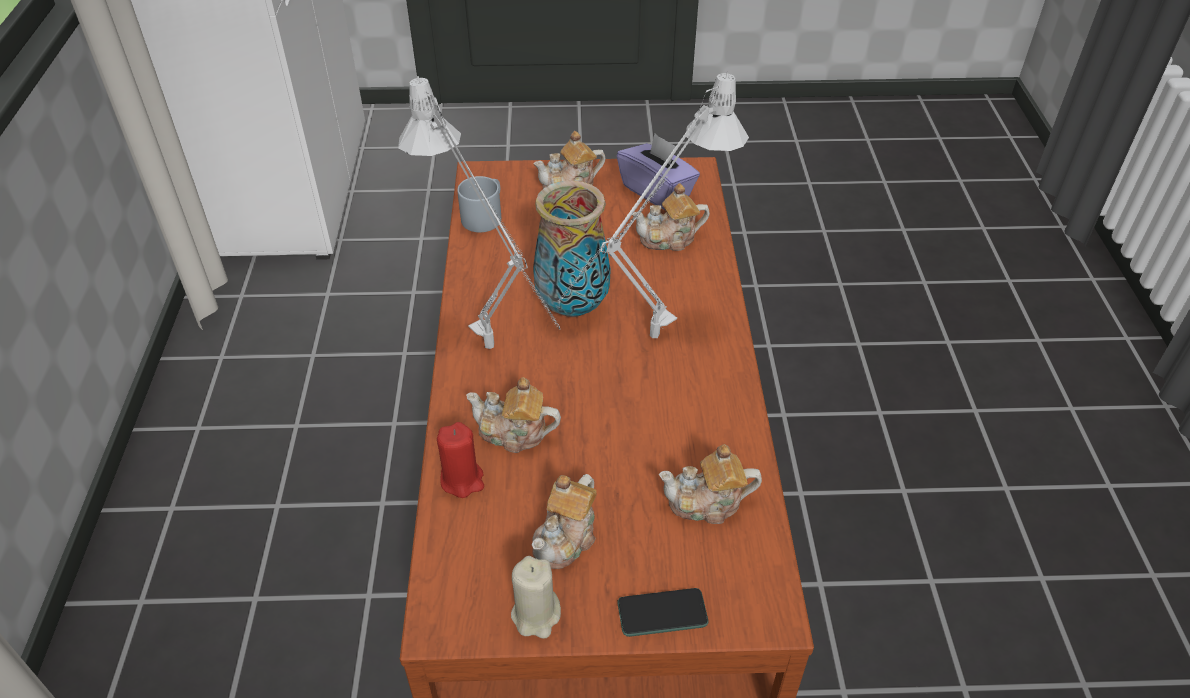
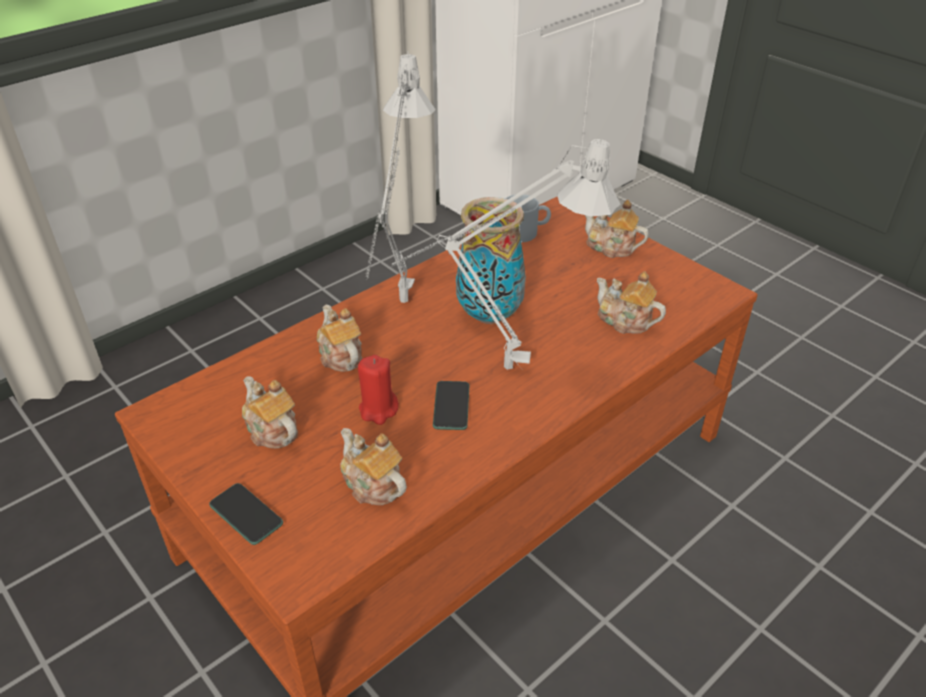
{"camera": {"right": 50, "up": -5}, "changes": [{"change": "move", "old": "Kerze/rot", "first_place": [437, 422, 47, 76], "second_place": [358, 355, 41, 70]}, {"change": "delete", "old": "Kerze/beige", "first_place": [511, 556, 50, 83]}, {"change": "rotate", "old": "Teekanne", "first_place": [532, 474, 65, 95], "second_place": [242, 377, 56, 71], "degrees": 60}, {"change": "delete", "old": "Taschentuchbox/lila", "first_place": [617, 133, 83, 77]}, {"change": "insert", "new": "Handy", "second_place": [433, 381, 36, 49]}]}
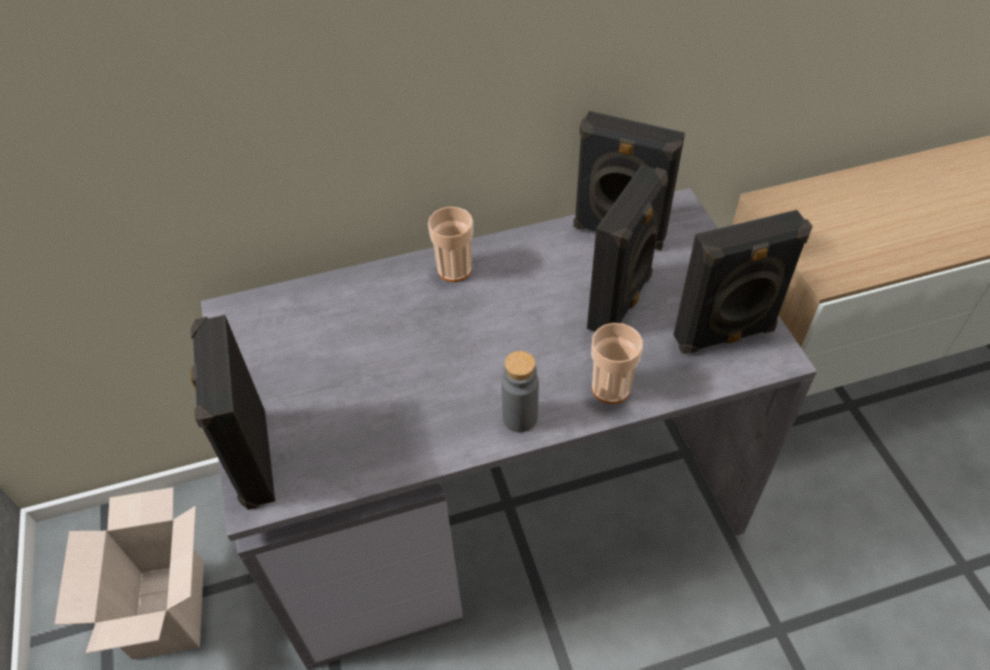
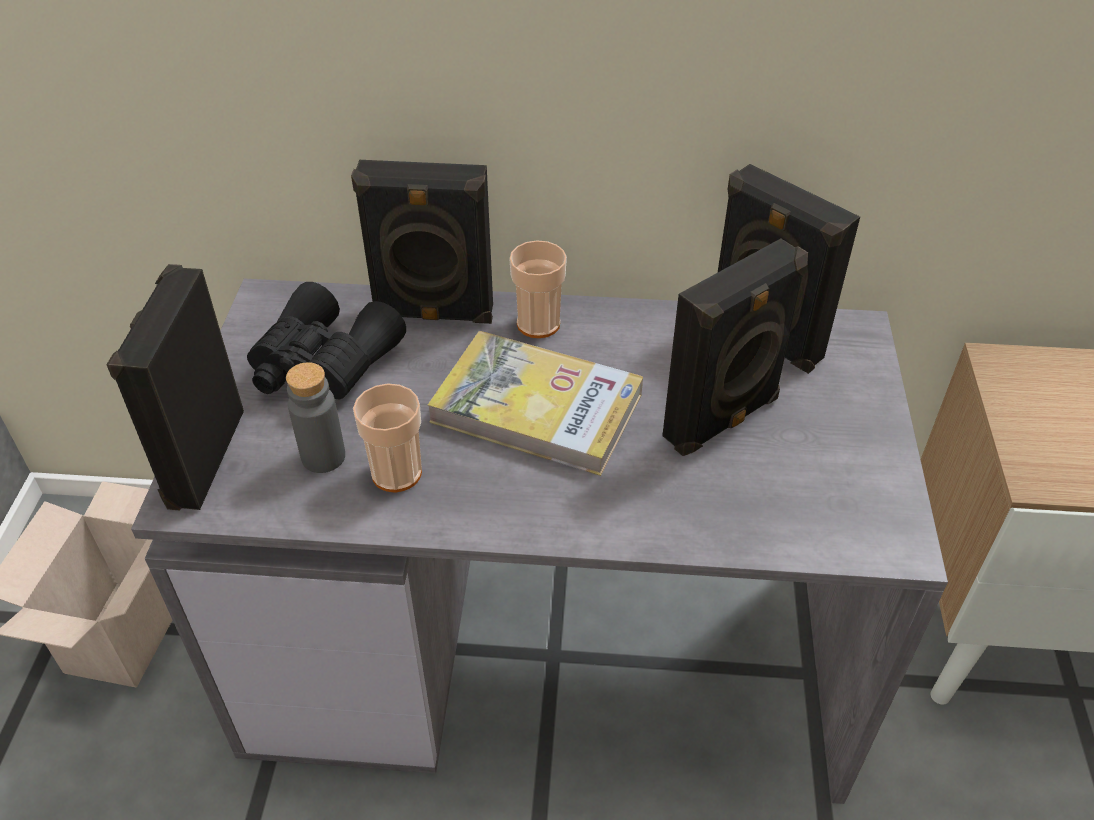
{"camera": {"right": 20, "up": -5}, "changes": [{"change": "move", "old": "Flasche/grau", "first_place": [501, 351, 38, 81], "second_place": [286, 362, 59, 111]}, {"change": "move", "old": "Tasse", "first_place": [591, 323, 52, 81], "second_place": [353, 383, 69, 110]}, {"change": "move", "old": "Lautsprecher/schwarz", "first_place": [673, 210, 140, 144], "second_place": [351, 160, 142, 164]}, {"change": "insert", "new": "Fernglas/schwarz", "second_place": [247, 282, 159, 117]}, {"change": "insert", "new": "Buch", "second_place": [427, 331, 216, 145]}]}
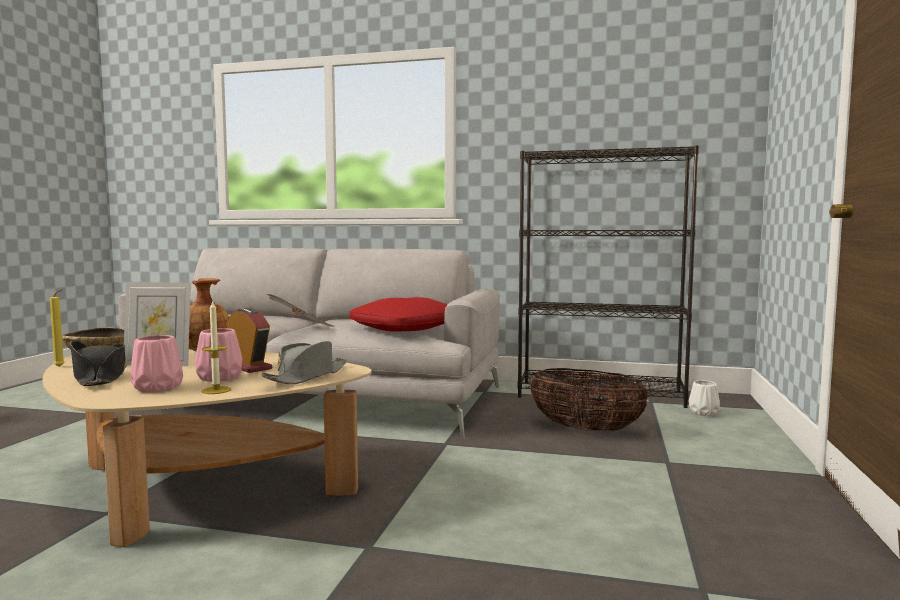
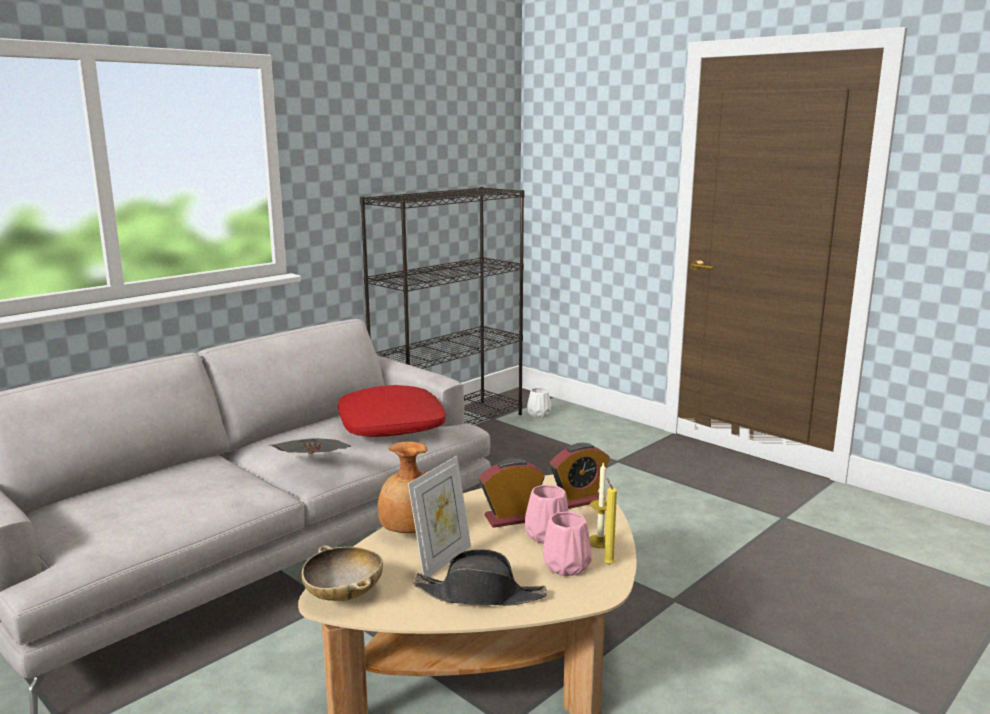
{"camera": {"right": -60, "up": 10}, "changes": [{"change": "move", "old": "Kerze/gelb", "first_place": [50, 289, 15, 78], "second_place": [603, 477, 14, 88]}, {"change": "replace", "old": "Hut/grau", "new": "Wecker", "first_place": [261, 341, 86, 43], "second_place": [550, 443, 60, 66]}, {"change": "delete", "old": "Korb", "first_place": [530, 368, 119, 63]}]}
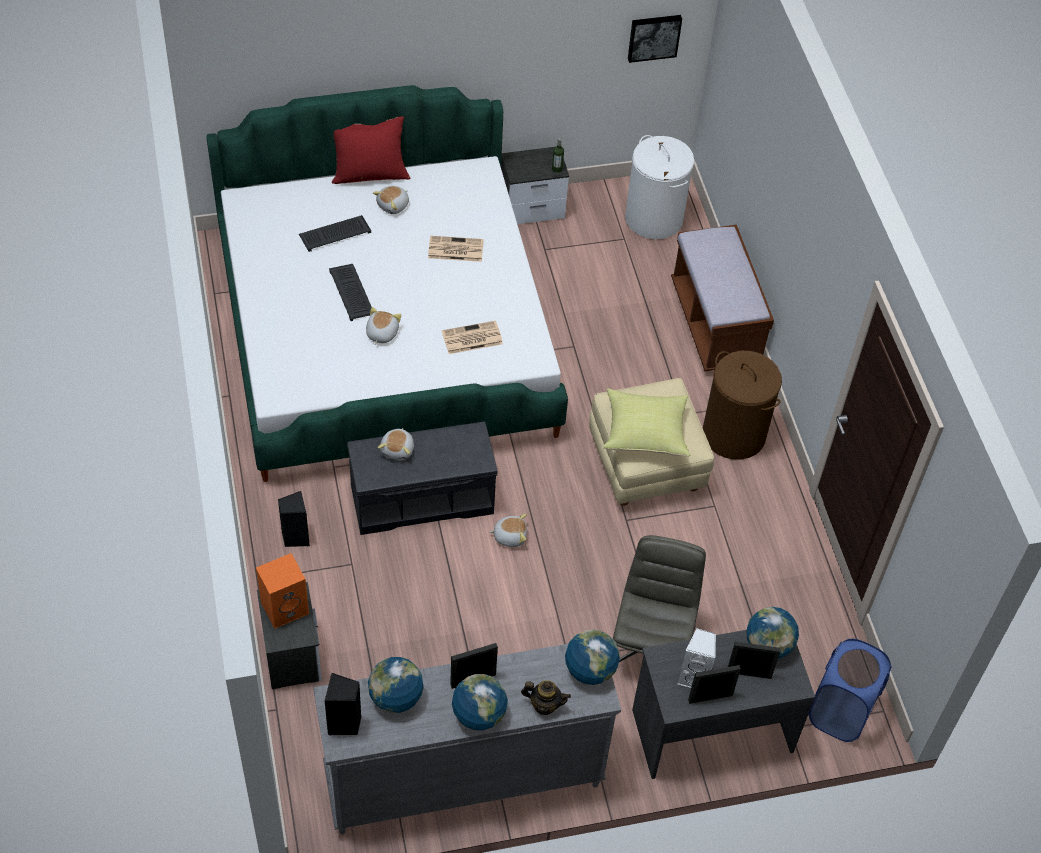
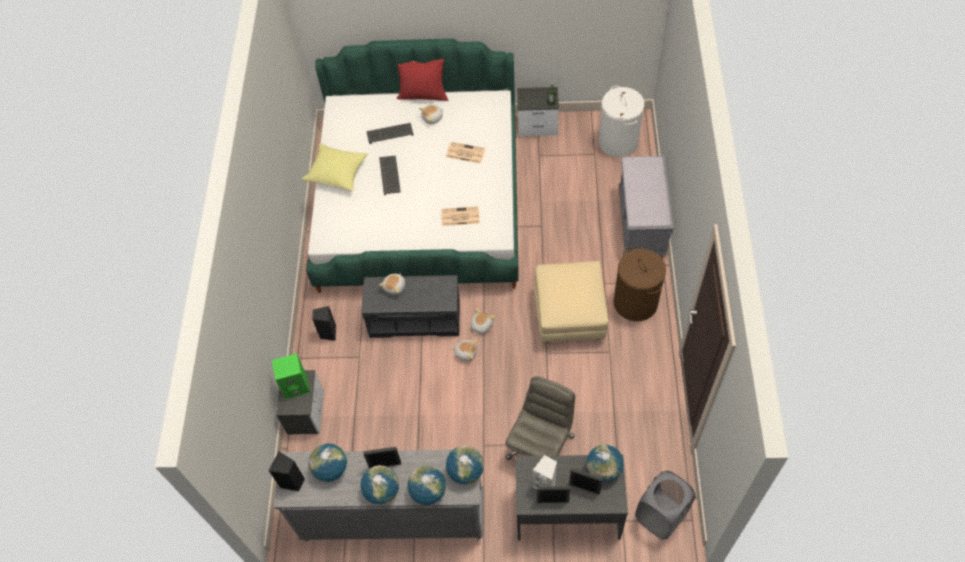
{"camera": {"right": 20, "up": 5}, "changes": [{"change": "recolor", "old": "Lautsprecher/orange", "new": "Lautsprecher/grün", "first_place": [256, 553, 53, 76], "second_place": [272, 354, 38, 45]}, {"change": "move", "old": "Plüschtier", "first_place": [366, 307, 35, 38], "second_place": [471, 308, 24, 27]}, {"change": "replace", "old": "Teekanne", "new": "Globus", "first_place": [521, 680, 50, 35], "second_place": [408, 466, 38, 39]}, {"change": "move", "old": "Kissen/gelb", "first_place": [603, 388, 87, 68], "second_place": [302, 143, 66, 48]}, {"change": "delete", "old": "Bild", "first_place": [628, 15, 54, 48]}, {"change": "recolor", "old": "Bank/braun", "new": "Bank/grau", "first_place": [671, 225, 103, 146], "second_place": [619, 156, 54, 99]}, {"change": "recolor", "old": "Wäschekorb/blau", "new": "Wäschekorb/grau", "first_place": [808, 639, 84, 103], "second_place": [635, 471, 60, 68]}]}
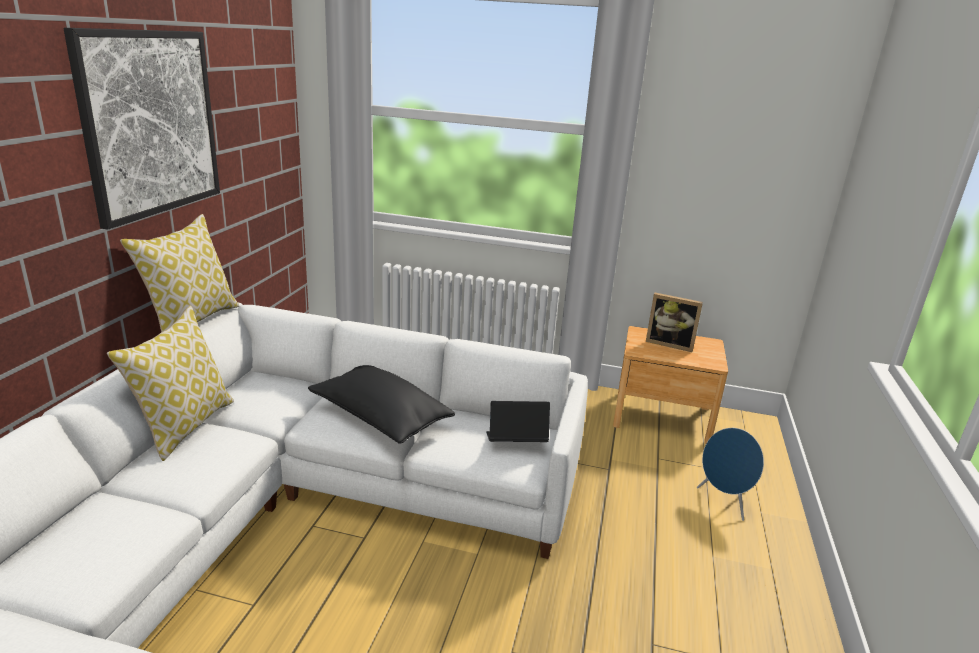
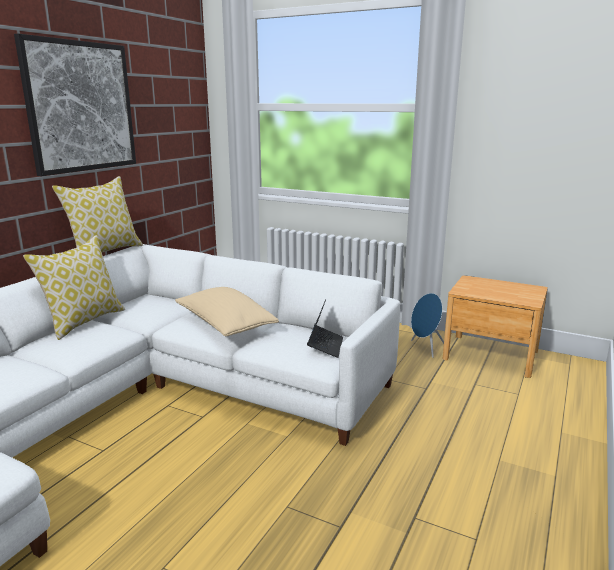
{"camera": {"right": 15, "up": -5}, "changes": [{"change": "recolor", "old": "Kissen/schwarz", "new": "Kissen/beige", "first_place": [308, 365, 147, 79], "second_place": [175, 287, 104, 49]}, {"change": "rotate", "old": "Laptop", "first_place": [486, 401, 64, 41], "second_place": [307, 299, 36, 59], "degrees": 90}, {"change": "delete", "old": "Bilderrahmen", "first_place": [646, 293, 57, 59]}, {"change": "move", "old": "Lautsprecher/blau", "first_place": [697, 428, 67, 93], "second_place": [411, 293, 33, 65]}]}
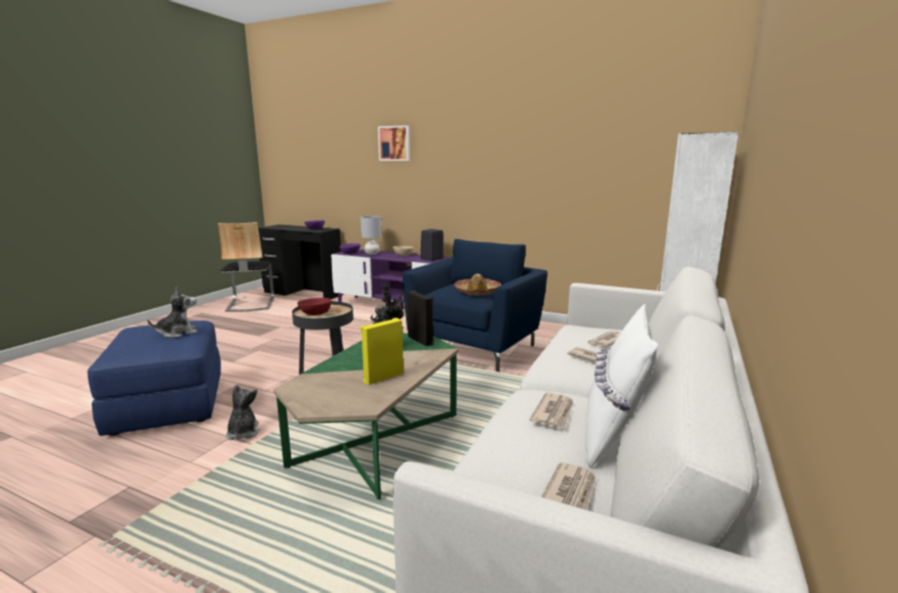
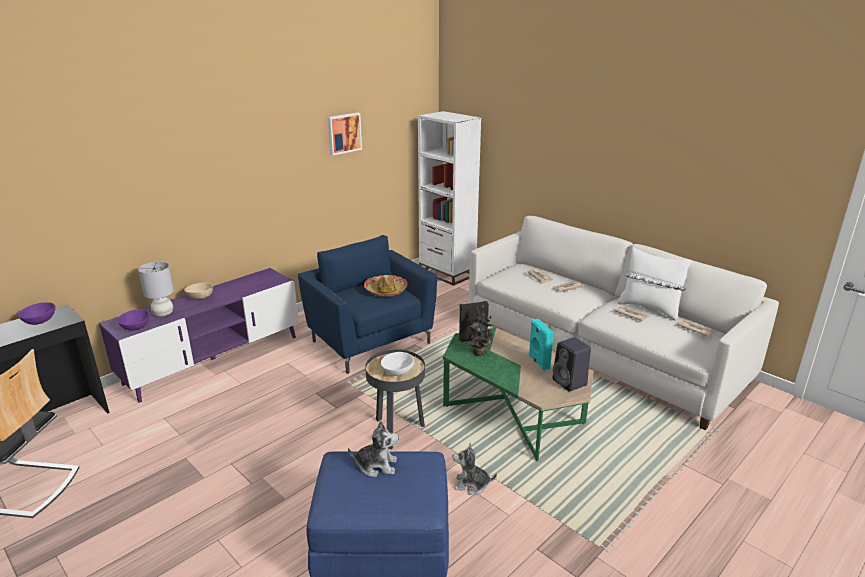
{"camera": {"right": -70, "up": 10}, "changes": [{"change": "rotate", "old": "Plüschtier", "first_place": [147, 287, 50, 51], "second_place": [348, 421, 51, 56], "degrees": 105}, {"change": "recolor", "old": "Schüssel/rot", "new": "Schüssel/weiß", "first_place": [297, 298, 35, 17], "second_place": [381, 352, 34, 24]}, {"change": "recolor", "old": "Lautsprecher/gelb", "new": "Lautsprecher/türkis", "first_place": [361, 318, 42, 67], "second_place": [529, 319, 25, 52]}, {"change": "move", "old": "Bild", "first_place": [378, 125, 32, 36], "second_place": [327, 112, 35, 43]}, {"change": "move", "old": "Lautsprecher/schwarz", "first_place": [421, 229, 23, 32], "second_place": [553, 337, 38, 54]}]}
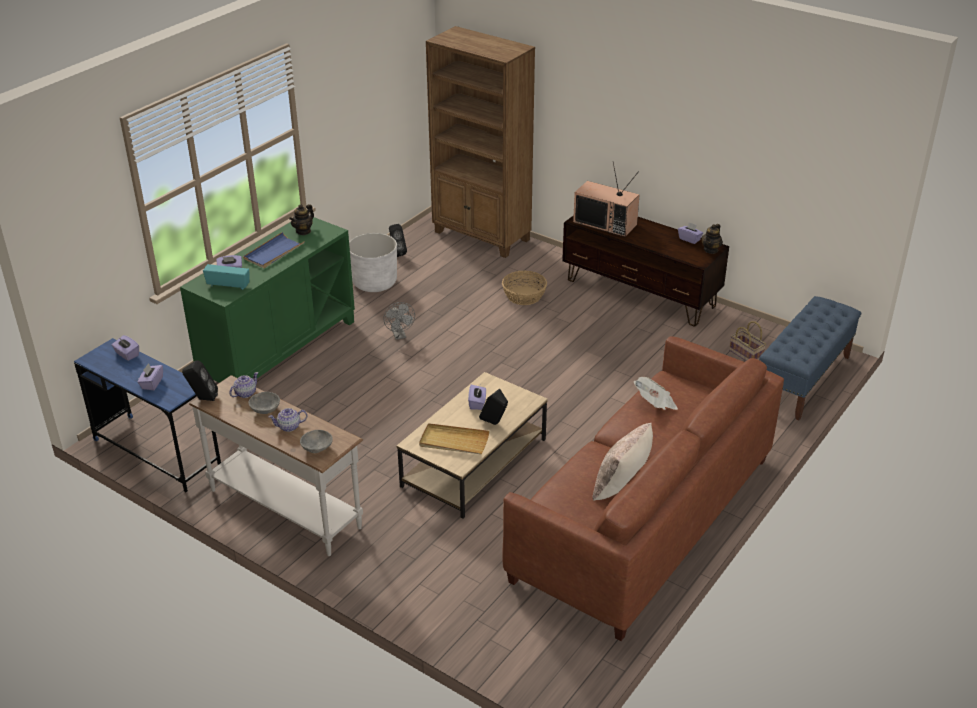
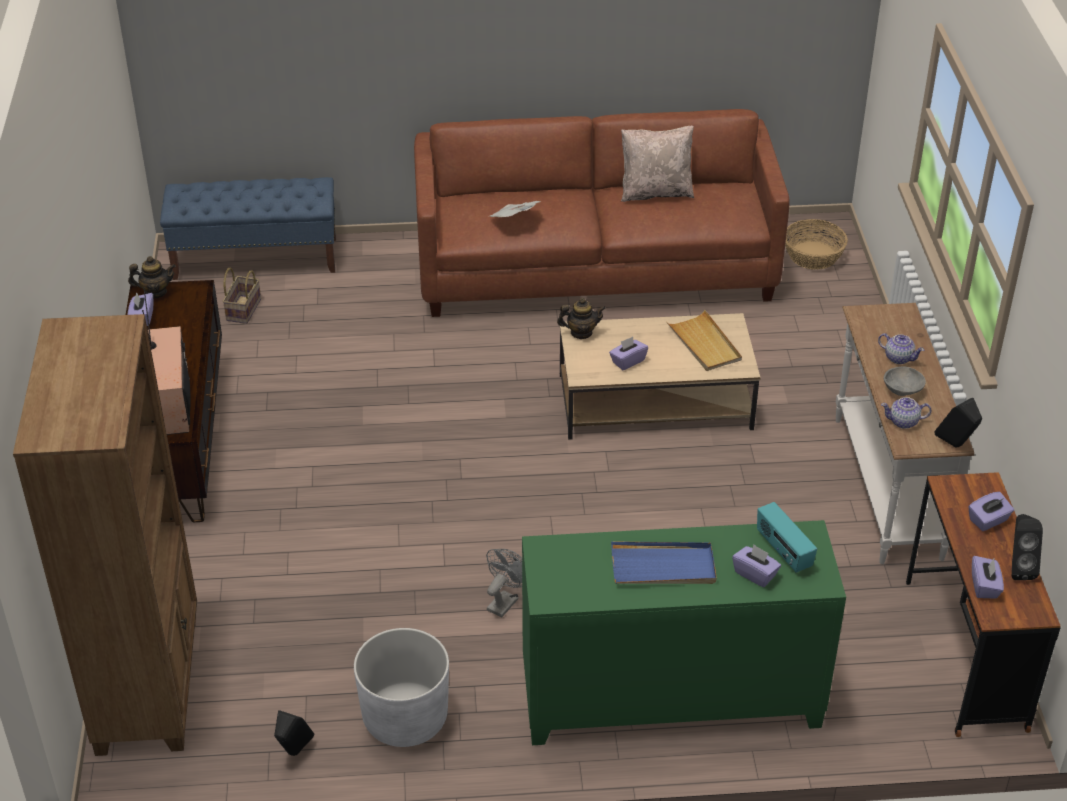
{"camera": {"right": -130, "up": 5}, "changes": [{"change": "recolor", "old": "Schreibtisch/blau", "new": "Schreibtisch/braun", "first_place": [74, 338, 147, 154], "second_place": [906, 472, 155, 265]}, {"change": "move", "old": "Teekanne", "first_place": [289, 204, 25, 31], "second_place": [557, 298, 49, 41]}, {"change": "delete", "old": "Schüssel/grau", "first_place": [300, 430, 33, 23]}, {"change": "move", "old": "Lautsprecher/schwarz", "first_place": [479, 389, 29, 36], "second_place": [1012, 514, 31, 66]}, {"change": "move", "old": "Korb", "first_place": [502, 271, 45, 34], "second_place": [785, 219, 63, 51]}]}
